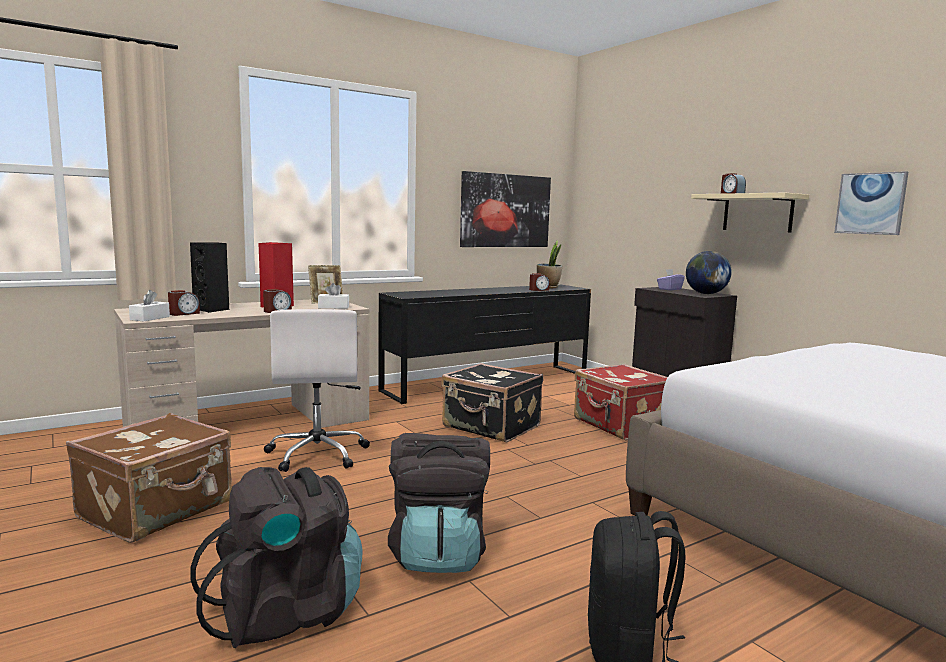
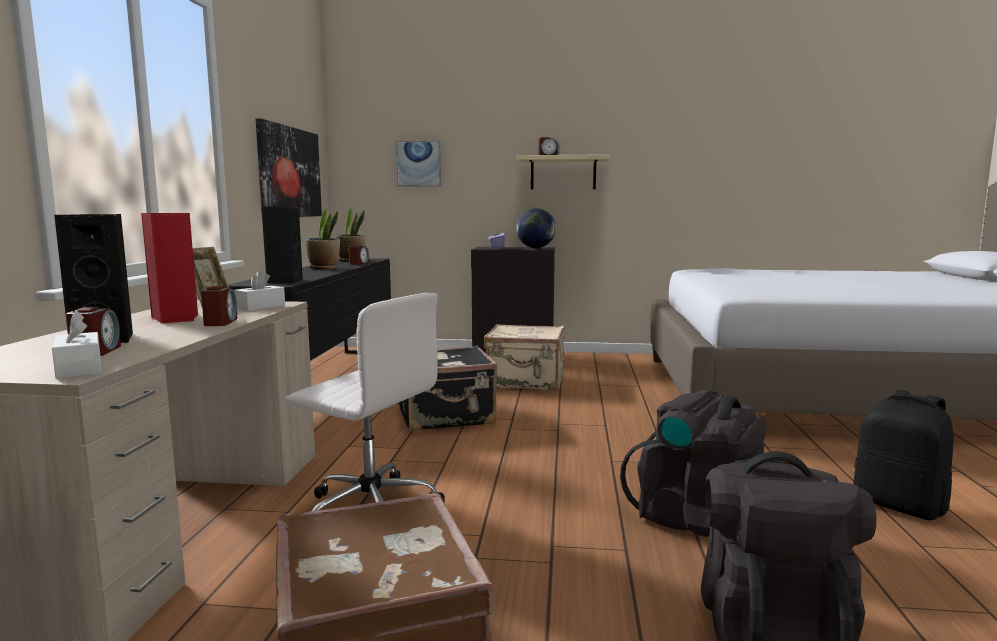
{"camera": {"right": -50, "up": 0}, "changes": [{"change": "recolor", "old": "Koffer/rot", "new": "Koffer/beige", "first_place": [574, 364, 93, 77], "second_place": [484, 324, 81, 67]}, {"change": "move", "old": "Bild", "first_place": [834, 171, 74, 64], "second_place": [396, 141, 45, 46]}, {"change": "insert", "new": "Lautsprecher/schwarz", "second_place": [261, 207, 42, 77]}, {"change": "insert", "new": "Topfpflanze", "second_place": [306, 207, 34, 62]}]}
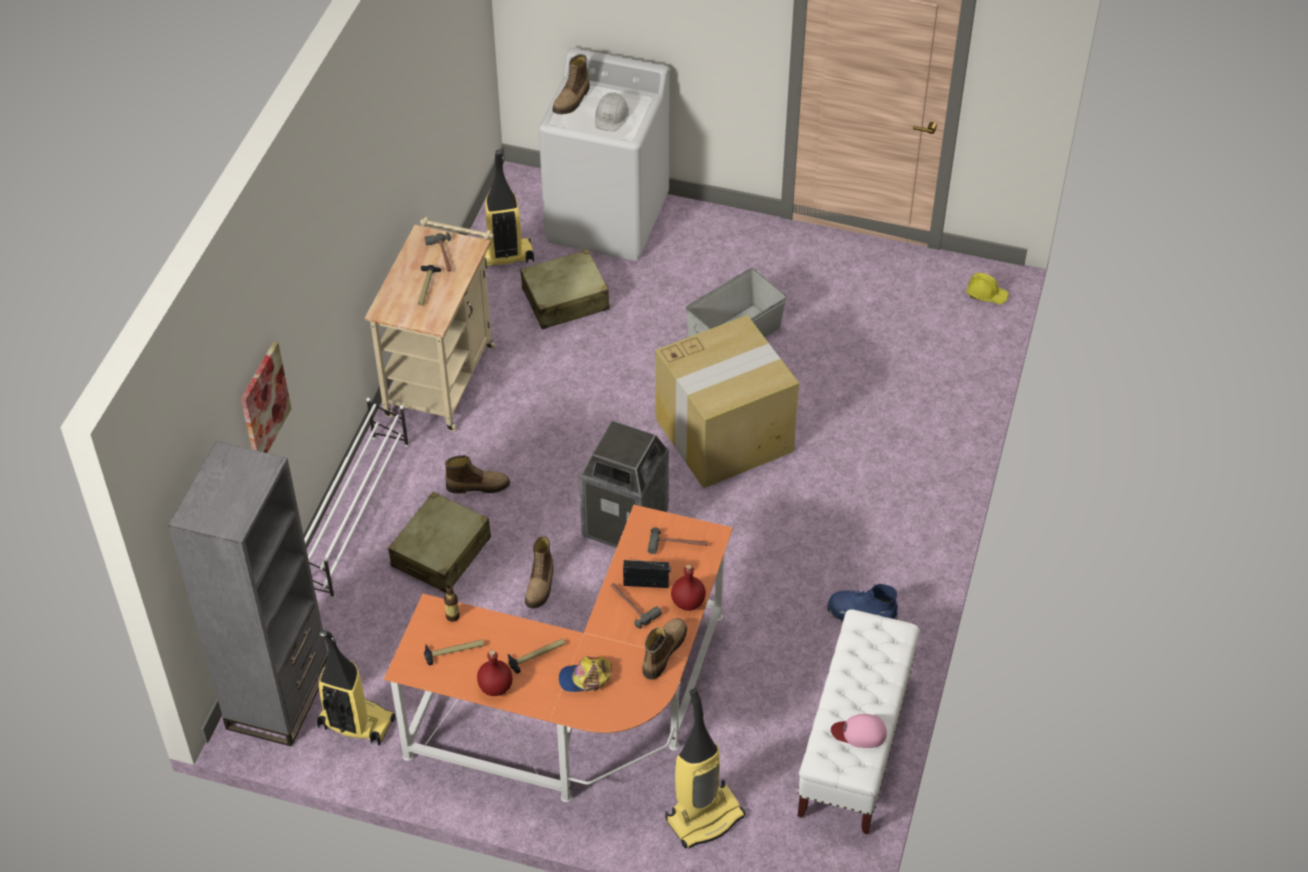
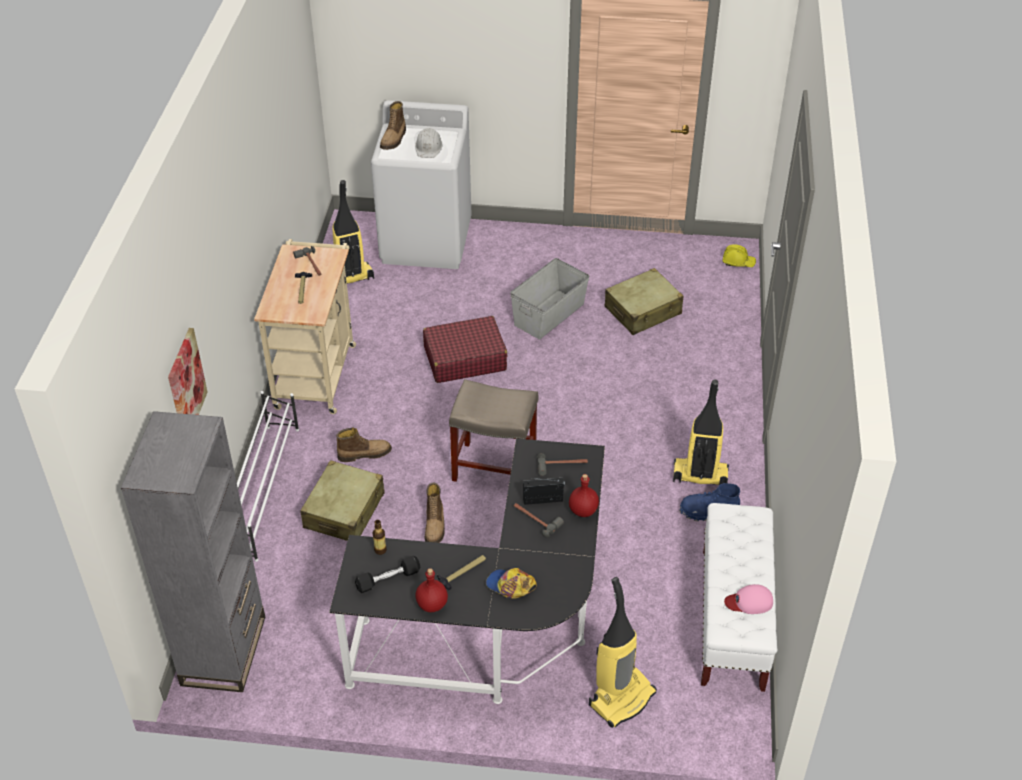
{"camera": {"right": -10, "up": -5}, "changes": [{"change": "move", "old": "Staubsauger", "first_place": [316, 630, 79, 116], "second_place": [673, 380, 56, 105]}, {"change": "recolor", "old": "Schreibtisch/orange", "new": "Schreibtisch/schwarz", "first_place": [384, 505, 349, 297], "second_place": [329, 439, 276, 265]}, {"change": "replace", "old": "Hammer", "new": "Hantel/schwarz", "first_place": [424, 639, 60, 26], "second_place": [355, 556, 66, 37]}, {"change": "move", "old": "Koffer/beige", "first_place": [520, 249, 90, 80], "second_place": [605, 268, 78, 67]}, {"change": "rotate", "old": "Kappe", "first_place": [559, 656, 53, 36], "second_place": [486, 568, 51, 31], "degrees": 45}, {"change": "replace", "old": "Mülleimer", "new": "Hocker/beige", "first_place": [579, 421, 90, 127], "second_place": [449, 379, 90, 103]}, {"change": "delete", "old": "Stiefel", "first_place": [642, 618, 45, 61]}, {"change": "delete", "old": "Karton", "first_place": [655, 315, 144, 174]}, {"change": "insert", "new": "Koffer/rot", "second_place": [423, 316, 84, 67]}]}
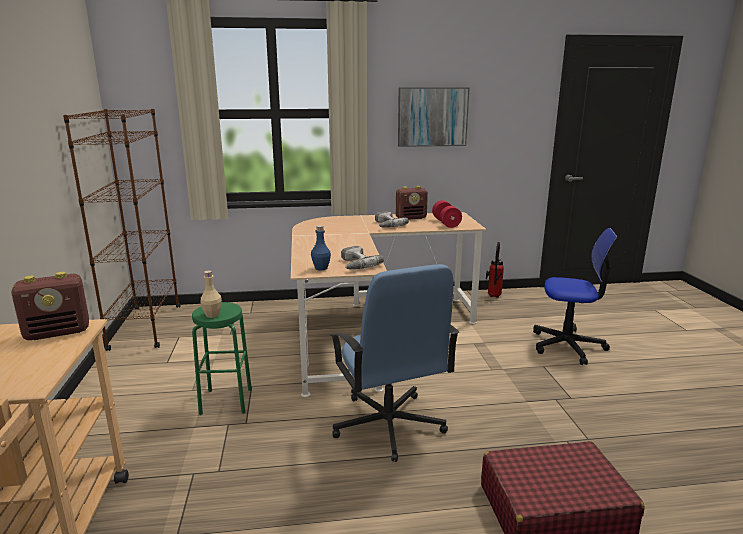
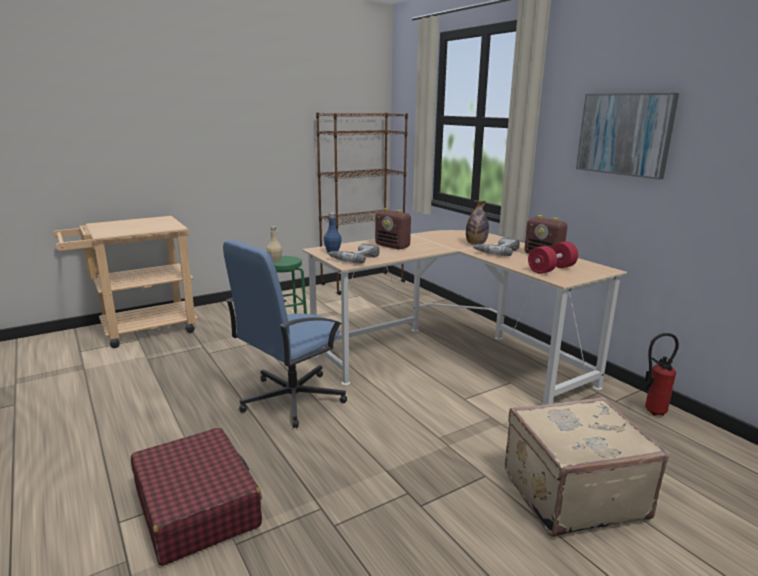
{"camera": {"right": 65, "up": 0}, "changes": [{"change": "move", "old": "Radio", "first_place": [11, 272, 78, 68], "second_place": [375, 208, 36, 41]}, {"change": "replace", "old": "Bürostuhl", "new": "Koffer/beige", "first_place": [533, 228, 84, 137], "second_place": [505, 397, 165, 140]}, {"change": "insert", "new": "Flasche", "second_place": [466, 201, 23, 44]}]}
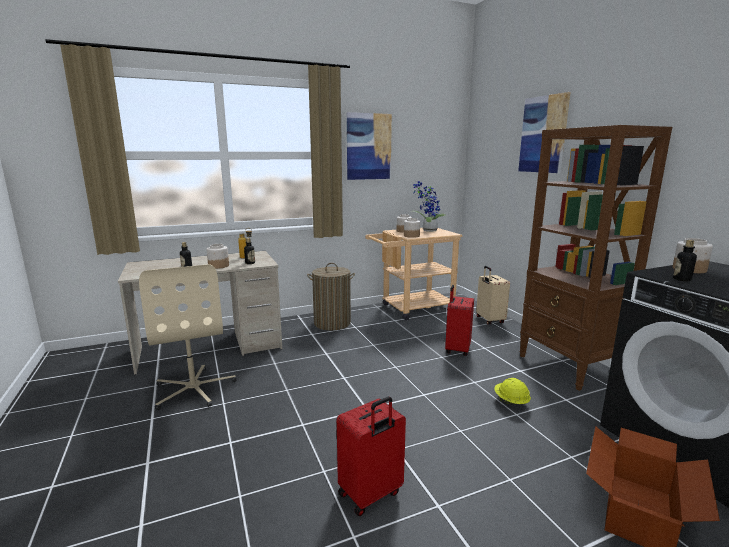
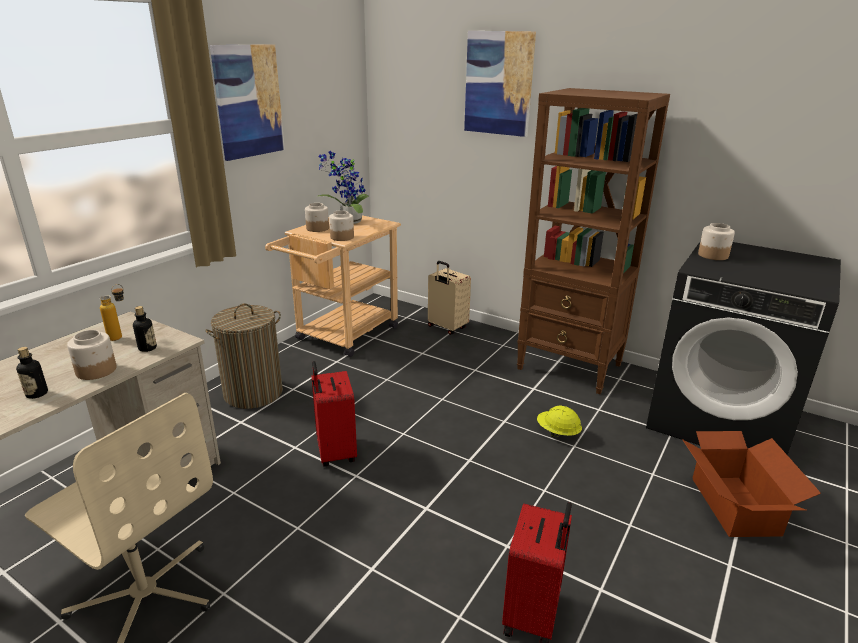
{"camera": {"right": -35, "up": 10}, "changes": [{"change": "move", "old": "Koffer/rot", "first_place": [445, 285, 29, 71], "second_place": [312, 361, 45, 106]}, {"change": "delete", "old": "Flasche", "first_place": [673, 240, 24, 41]}]}
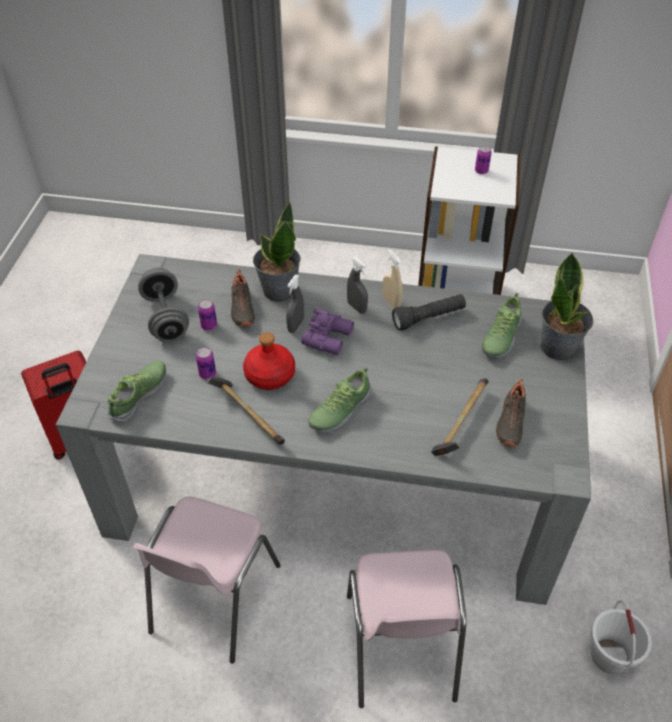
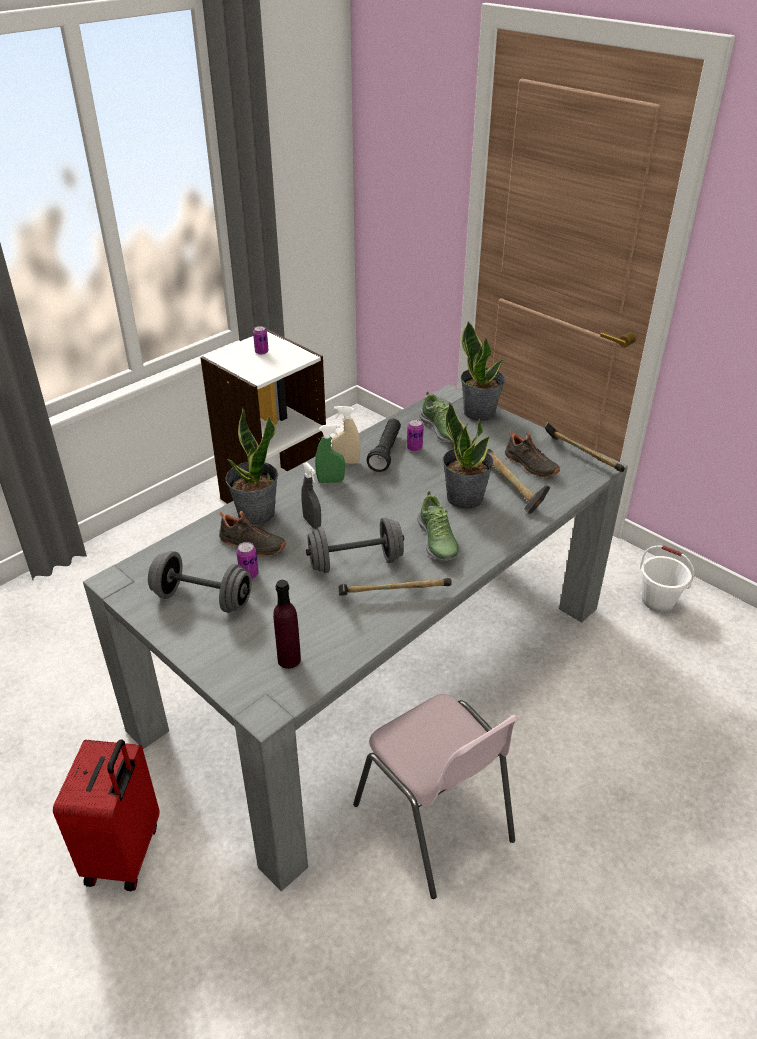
{"camera": {"right": -55, "up": -10}, "changes": [{"change": "replace", "old": "Schuh", "new": "Flasche/lila", "first_place": [107, 361, 59, 61], "second_place": [273, 580, 28, 89]}, {"change": "move", "old": "Dose", "first_place": [196, 347, 20, 32], "second_place": [407, 419, 17, 33]}, {"change": "replace", "old": "Flasche/rot", "new": "Hantel/grau", "first_place": [243, 333, 52, 57], "second_place": [306, 517, 98, 56]}, {"change": "delete", "old": "Fernglas/lila", "first_place": [301, 308, 53, 47]}, {"change": "recolor", "old": "Sprühflasche/grau", "new": "Sprühflasche/grün", "first_place": [347, 257, 21, 57], "second_place": [315, 424, 30, 59]}, {"change": "delete", "old": "Stuhl/rosa", "first_place": [347, 550, 119, 158]}, {"change": "insert", "new": "Topfpflanze", "second_place": [442, 402, 52, 107]}, {"change": "insert", "new": "Hammer", "second_place": [544, 422, 81, 50]}]}
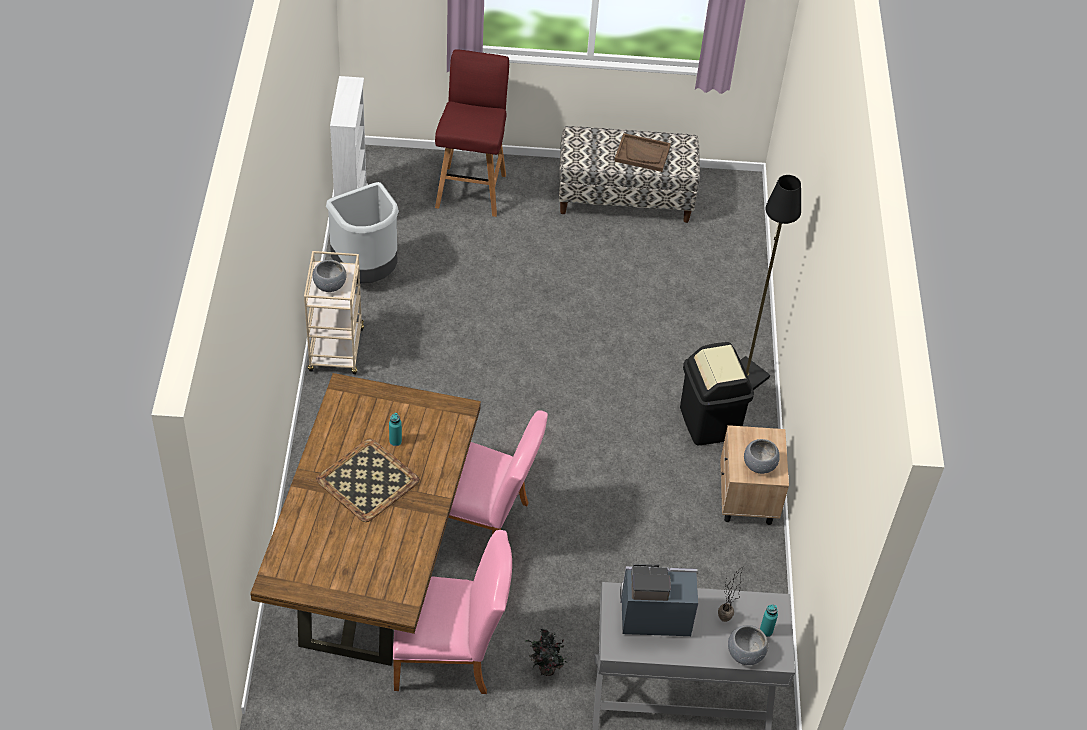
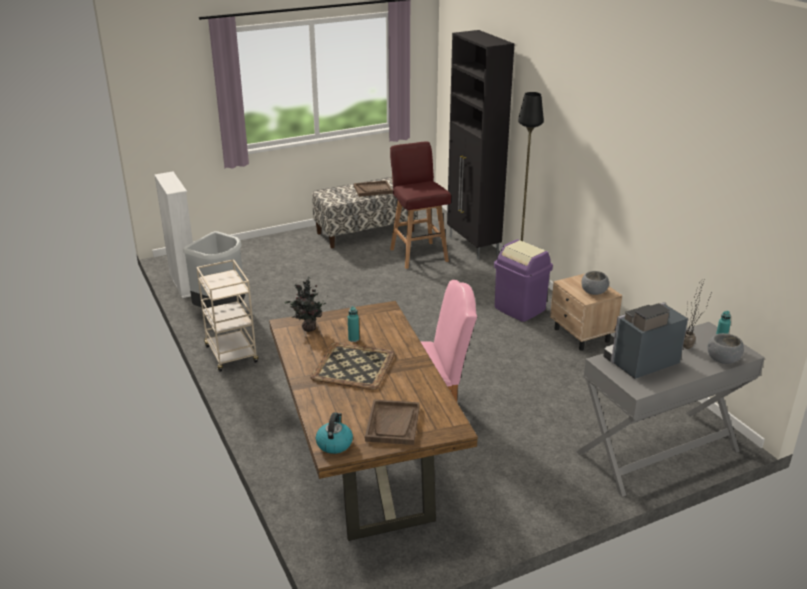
{"camera": {"right": -25, "up": -20}, "changes": [{"change": "delete", "old": "Schüssel/grau", "first_place": [312, 260, 35, 32]}, {"change": "delete", "old": "Stuhl/rosa", "first_place": [393, 530, 119, 164]}, {"change": "move", "old": "Hocker/rot", "first_place": [435, 49, 74, 168], "second_place": [390, 142, 61, 127]}, {"change": "move", "old": "Topfpflanze", "first_place": [525, 629, 43, 47], "second_place": [285, 277, 42, 55]}, {"change": "recolor", "old": "Mülleimer/schwarz", "new": "Mülleimer/lila", "first_place": [680, 342, 74, 103], "second_place": [494, 239, 59, 83]}, {"change": "insert", "new": "Wasserkessel", "second_place": [316, 413, 37, 41]}, {"change": "insert", "new": "Tablett/braun", "second_place": [365, 399, 55, 46]}, {"change": "insert", "new": "Schrank/schwarz", "second_place": [447, 30, 67, 229]}]}
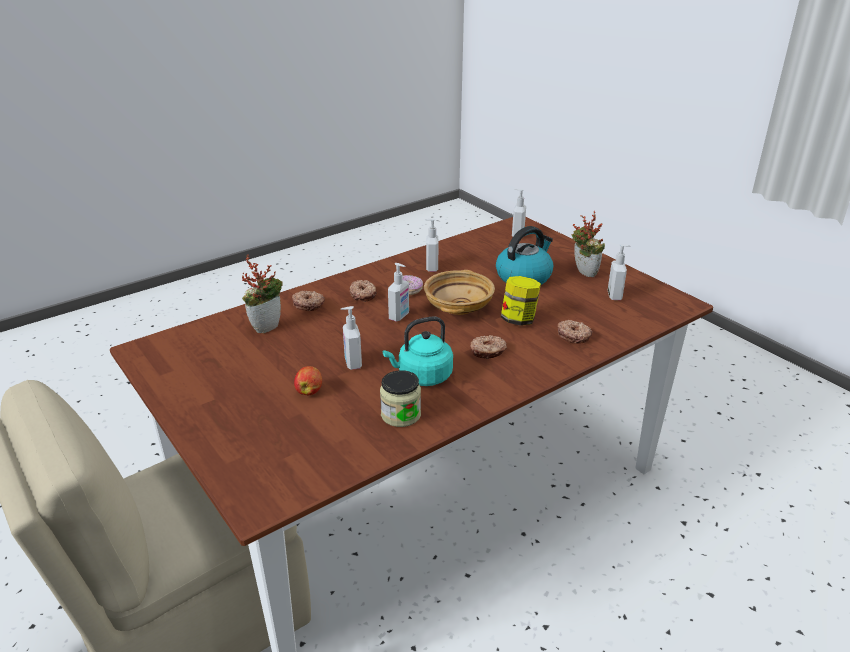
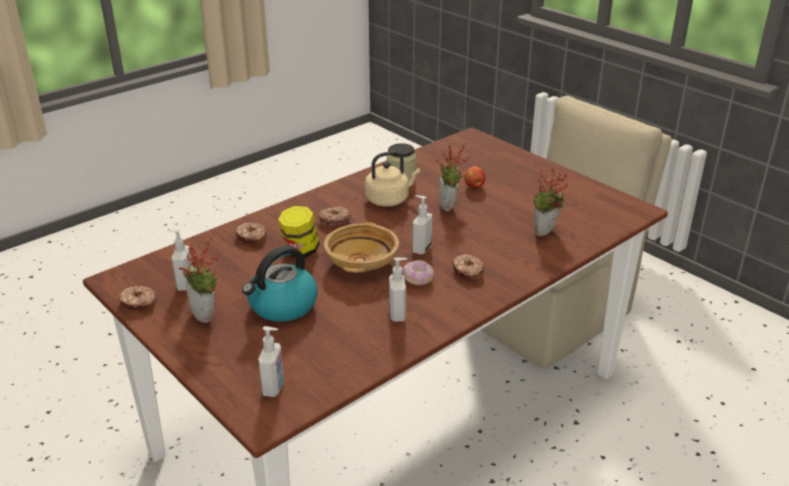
{"camera": {"right": 175, "up": 0}, "changes": [{"change": "move", "old": "Donut", "first_place": [292, 291, 33, 20], "second_place": [118, 285, 38, 25]}, {"change": "replace", "old": "Seifenspender", "new": "Topfpflanze", "first_place": [341, 306, 21, 64], "second_place": [435, 143, 35, 68]}, {"change": "recolor", "old": "Wasserkessel/türkis", "new": "Wasserkessel/beige", "first_place": [383, 316, 70, 70], "second_place": [365, 151, 56, 56]}]}
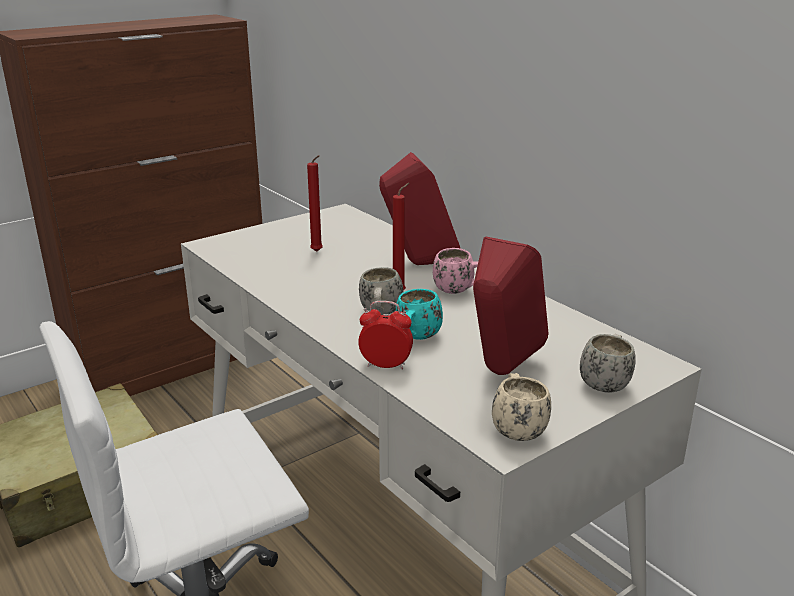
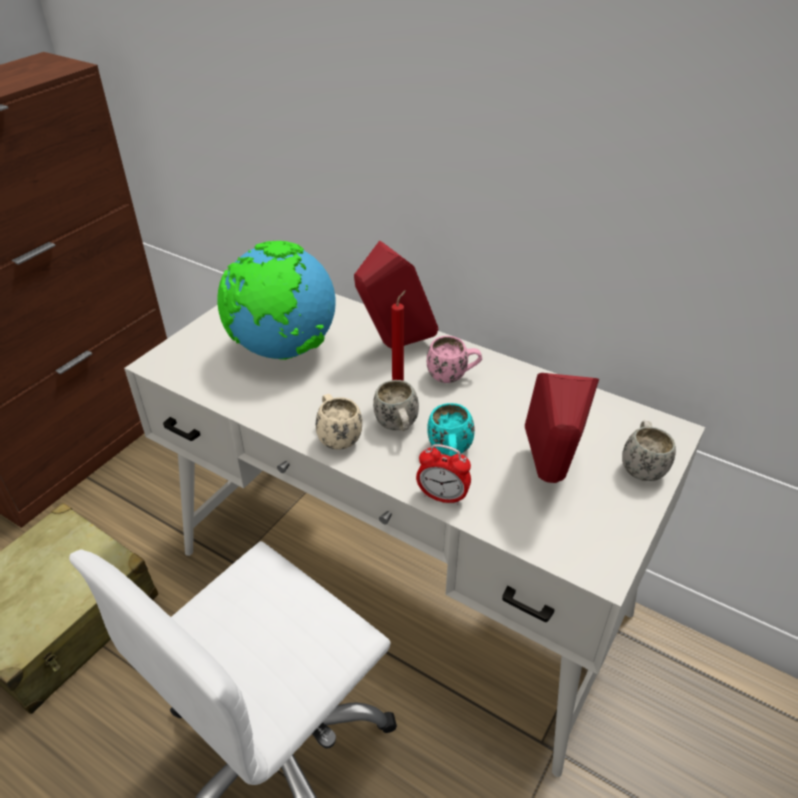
{"camera": {"right": -20, "up": 15}, "changes": [{"change": "replace", "old": "Kerze/rot", "new": "Globus", "first_place": [307, 155, 16, 97], "second_place": [217, 241, 118, 119]}, {"change": "rotate", "old": "Wecker", "first_place": [358, 301, 55, 69], "second_place": [416, 444, 55, 61], "degrees": -150}, {"change": "move", "old": "Henkelbecher/beige", "first_place": [492, 373, 59, 68], "second_place": [316, 394, 46, 55]}]}
